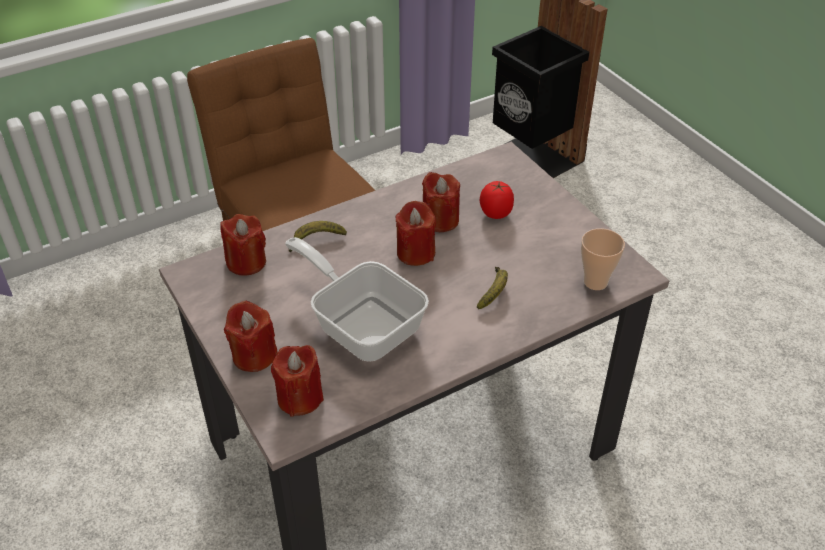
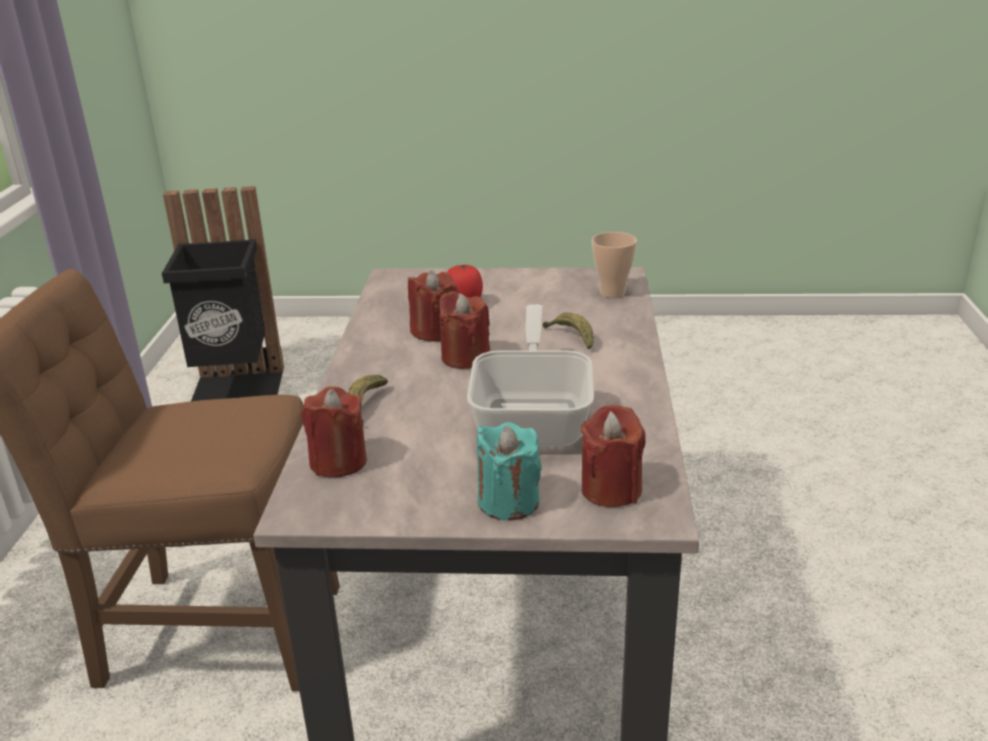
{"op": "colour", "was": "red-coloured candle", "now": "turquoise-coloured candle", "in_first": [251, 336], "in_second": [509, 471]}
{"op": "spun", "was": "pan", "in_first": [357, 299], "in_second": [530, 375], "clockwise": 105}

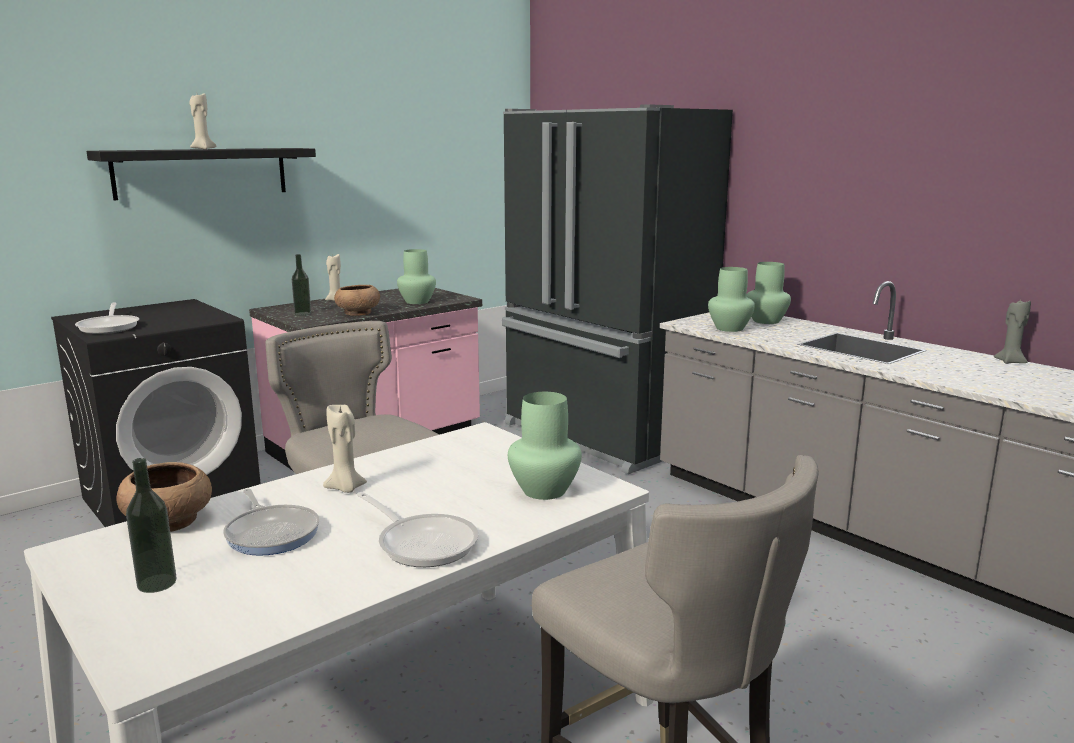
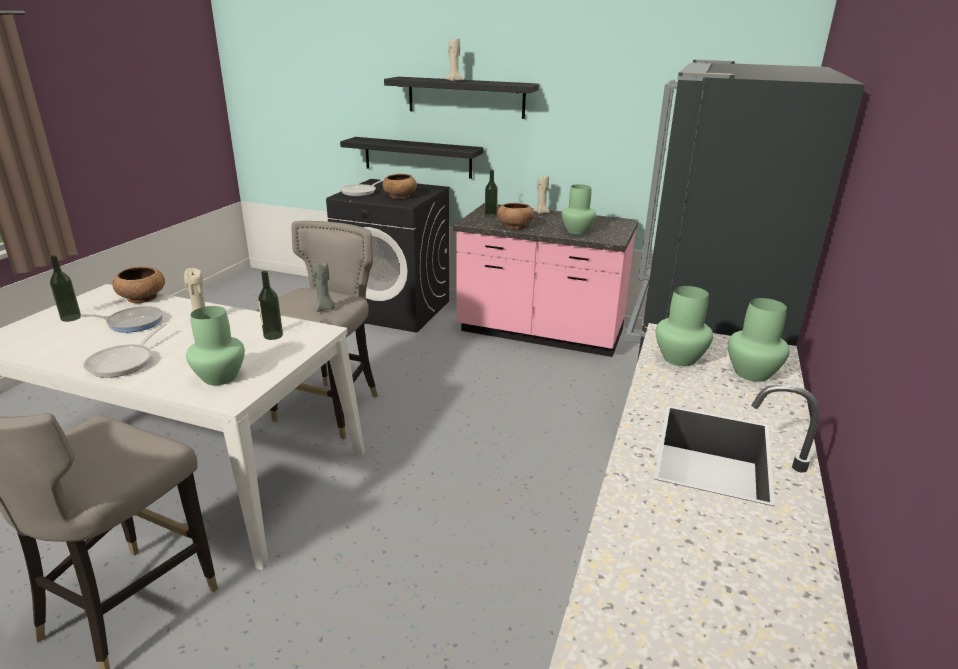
{"op": "spun", "was": "pan", "in_first": [271, 522], "in_second": [121, 319], "clockwise": -120}
{"op": "relocated", "was": "grey candle", "in_first": [1012, 332], "in_second": [323, 286]}
{"op": "appeared", "now": "beverage bottle", "in_second": [270, 305]}
{"op": "appeared", "now": "black-coloured bracket shelf", "in_second": [411, 158]}
{"op": "appeared", "now": "brown serving bowl", "in_second": [399, 186]}

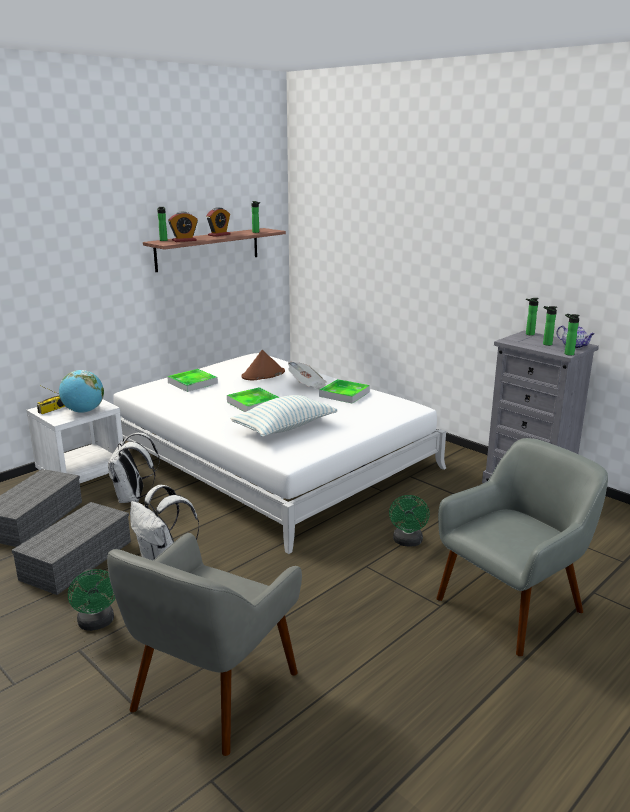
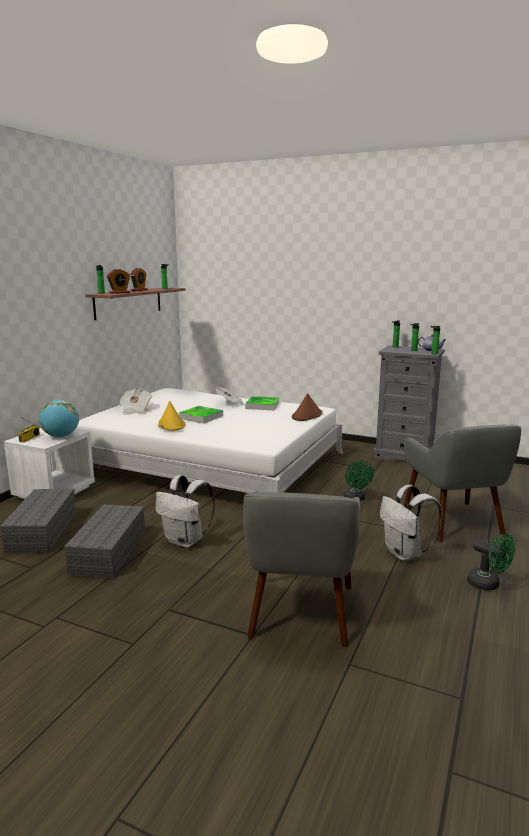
{"op": "relocated", "was": "greenish fan", "in_first": [92, 600], "in_second": [491, 562]}
{"op": "relocated", "was": "white-coloured rucksack", "in_first": [134, 468], "in_second": [411, 523]}
{"op": "exchanged", "was": "tray", "now": "newspaper", "in_first": [192, 380], "in_second": [135, 401]}
{"op": "missing", "was": "throw pillow", "in_first": [283, 416]}
{"op": "relocated", "was": "brown clothing hat", "in_first": [263, 365], "in_second": [307, 407]}
{"op": "spun", "was": "grey lounge chair", "in_first": [522, 547], "in_second": [462, 483], "clockwise": 135}
{"op": "appeared", "now": "yellow-coloured clothing hat", "in_second": [171, 416]}

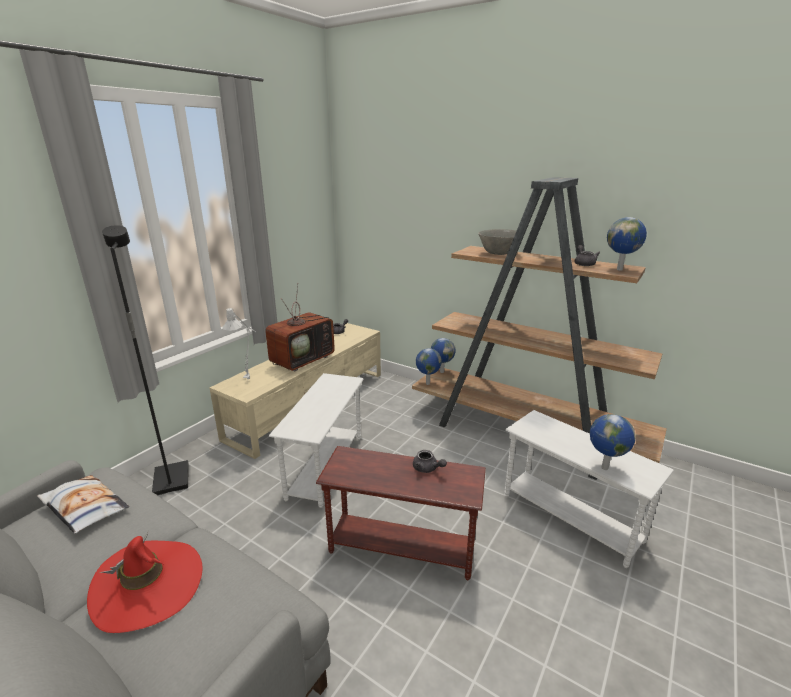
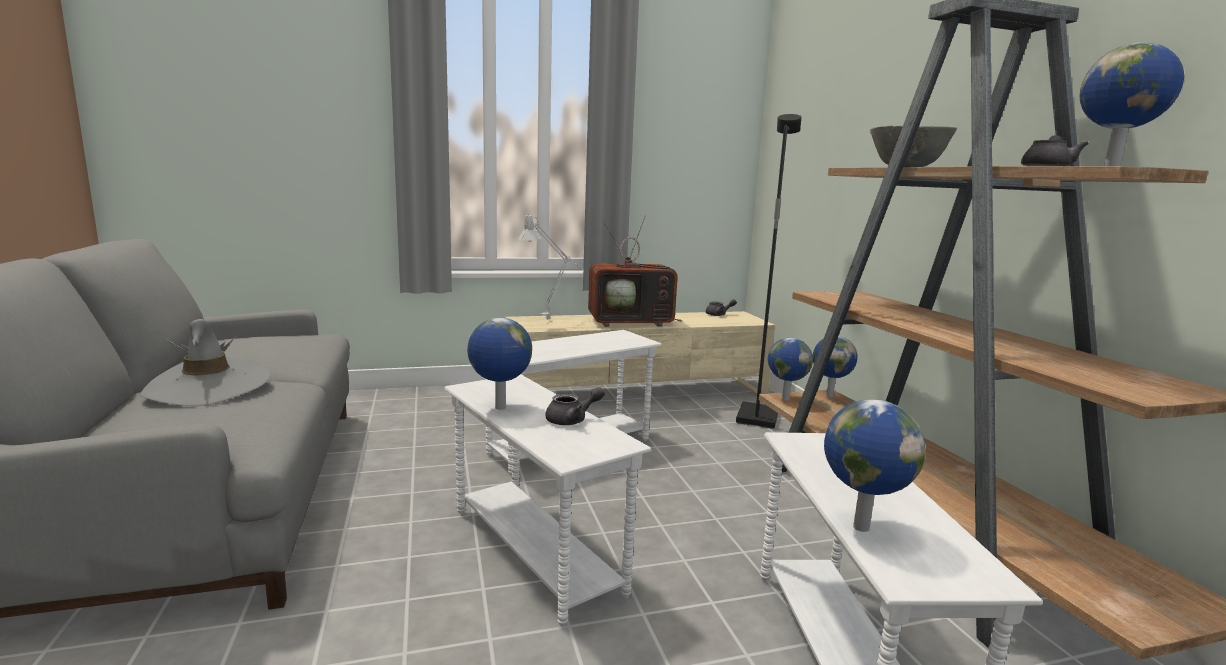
{"op": "missing", "was": "throw pillow", "in_first": [83, 504]}
{"op": "colour", "was": "red-coloured clothing hat", "now": "grey clothing hat", "in_first": [145, 581], "in_second": [205, 362]}
{"op": "relocated", "was": "black-coloured standing lamp", "in_first": [145, 360], "in_second": [768, 271]}
{"op": "colour", "was": "brown accent table", "now": "white-coloured accent table", "in_first": [401, 513], "in_second": [547, 500]}
{"op": "spun", "was": "grey teapot", "in_first": [430, 461], "in_second": [575, 406], "clockwise": -105}
{"op": "appeared", "now": "desk globe", "in_second": [499, 364]}

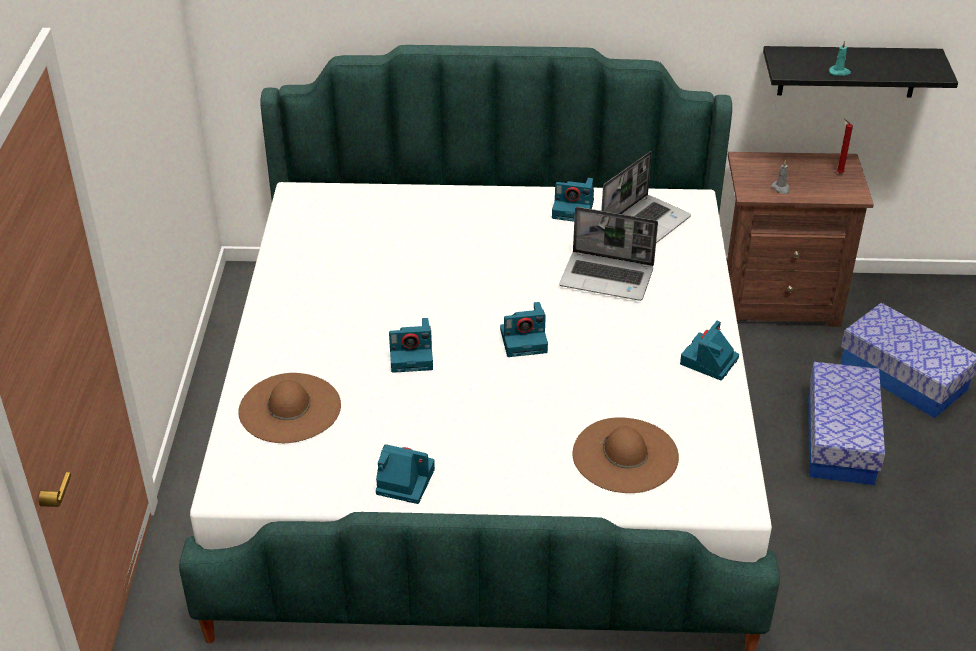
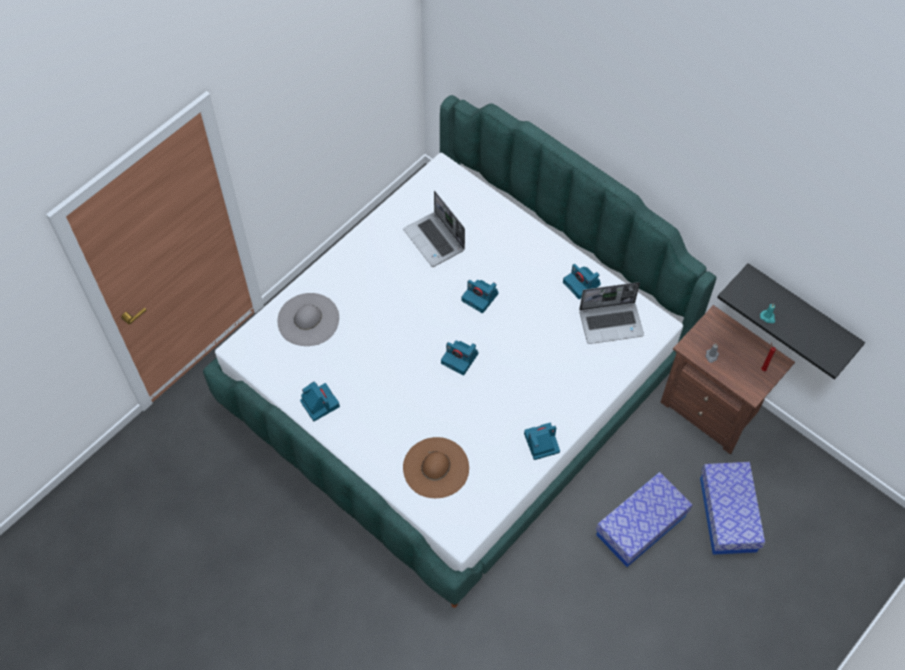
{"op": "colour", "was": "brown clothing hat", "now": "grey clothing hat", "in_first": [289, 408], "in_second": [308, 319]}
{"op": "relocated", "was": "photo camera", "in_first": [411, 345], "in_second": [480, 296]}
{"op": "relocated", "was": "notebook computer", "in_first": [608, 254], "in_second": [434, 229]}

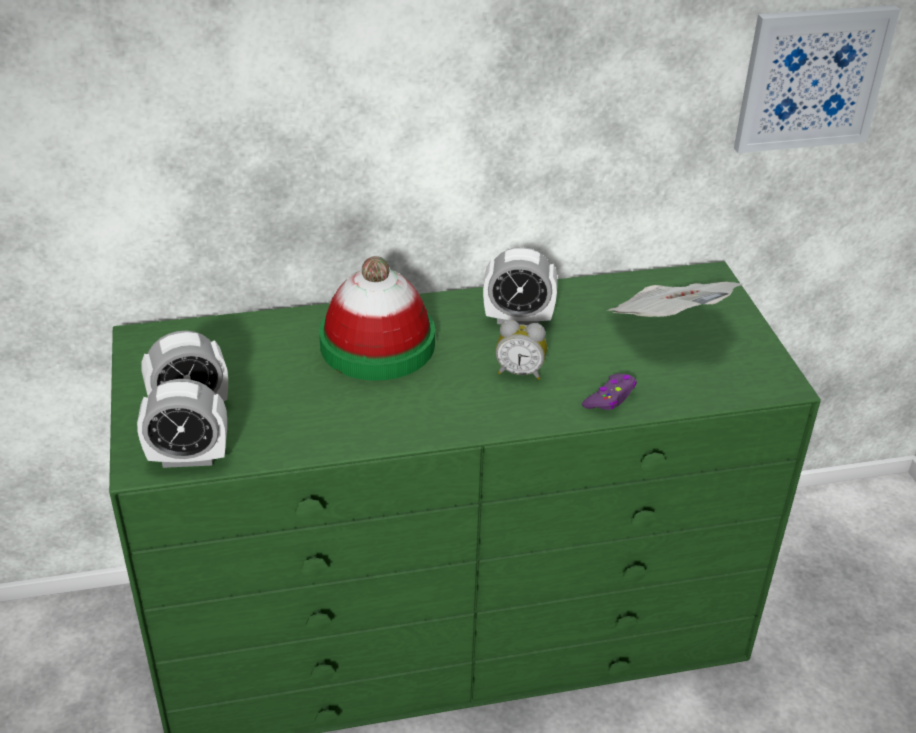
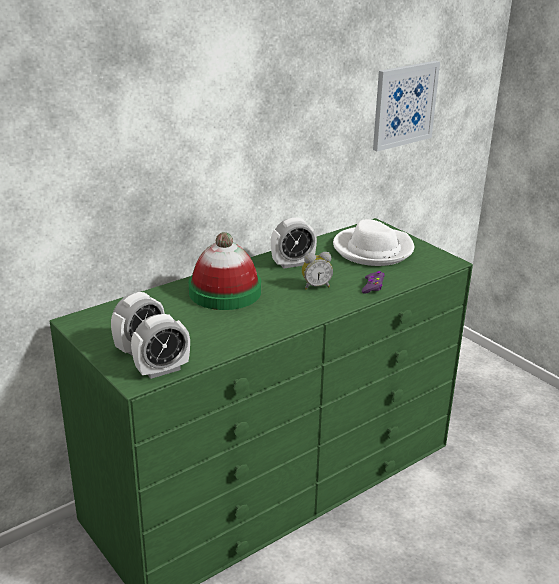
{"op": "exchanged", "was": "newspaper", "now": "white-coloured clothing hat", "in_first": [675, 299], "in_second": [373, 242]}

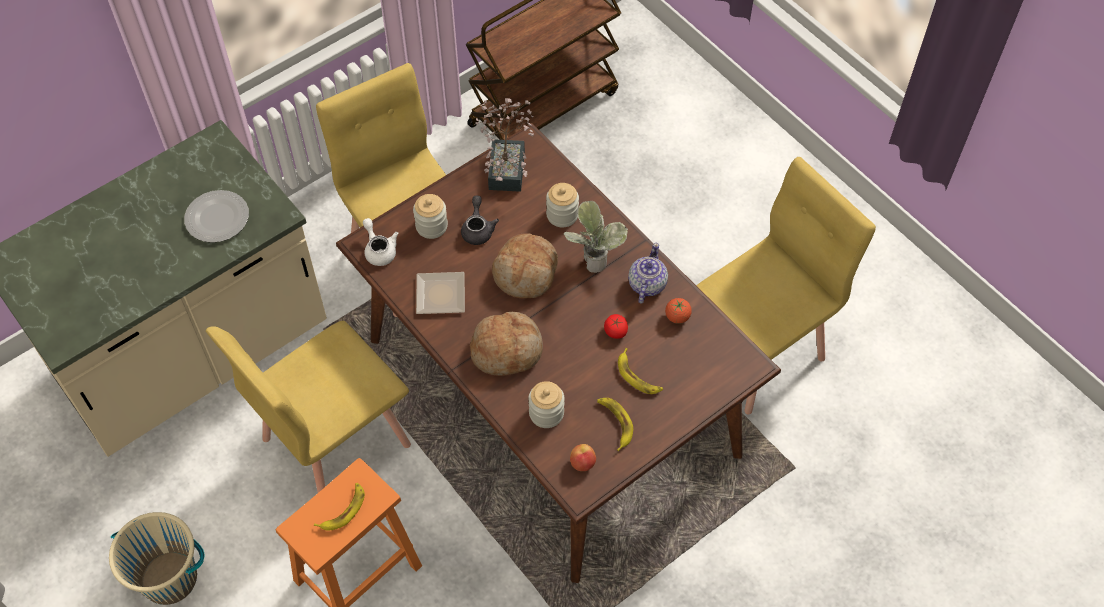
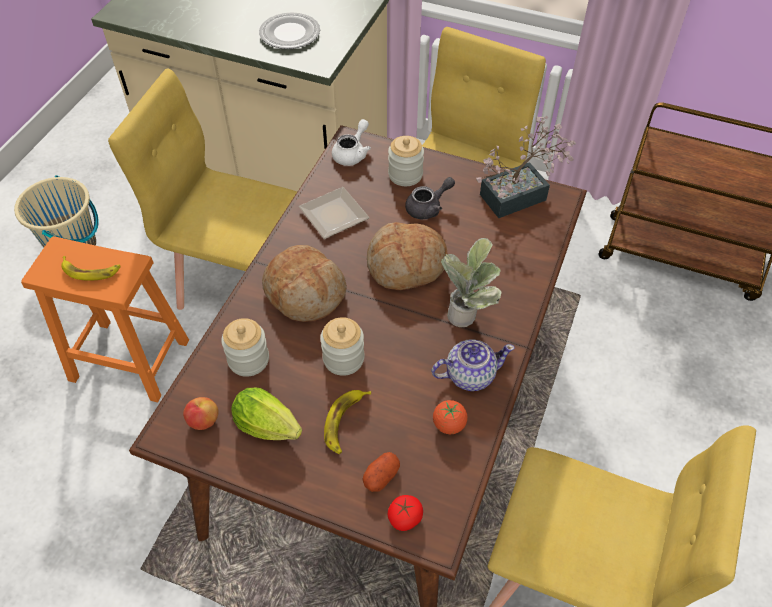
{"op": "relocated", "was": "storage jar", "in_first": [562, 205], "in_second": [342, 346]}
{"op": "exchanged", "was": "banana fruit", "now": "lettuce", "in_first": [615, 424], "in_second": [266, 414]}
{"op": "relocated", "was": "fresh tomato", "in_first": [616, 326], "in_second": [405, 513]}
{"op": "appeared", "now": "potato", "in_second": [381, 472]}

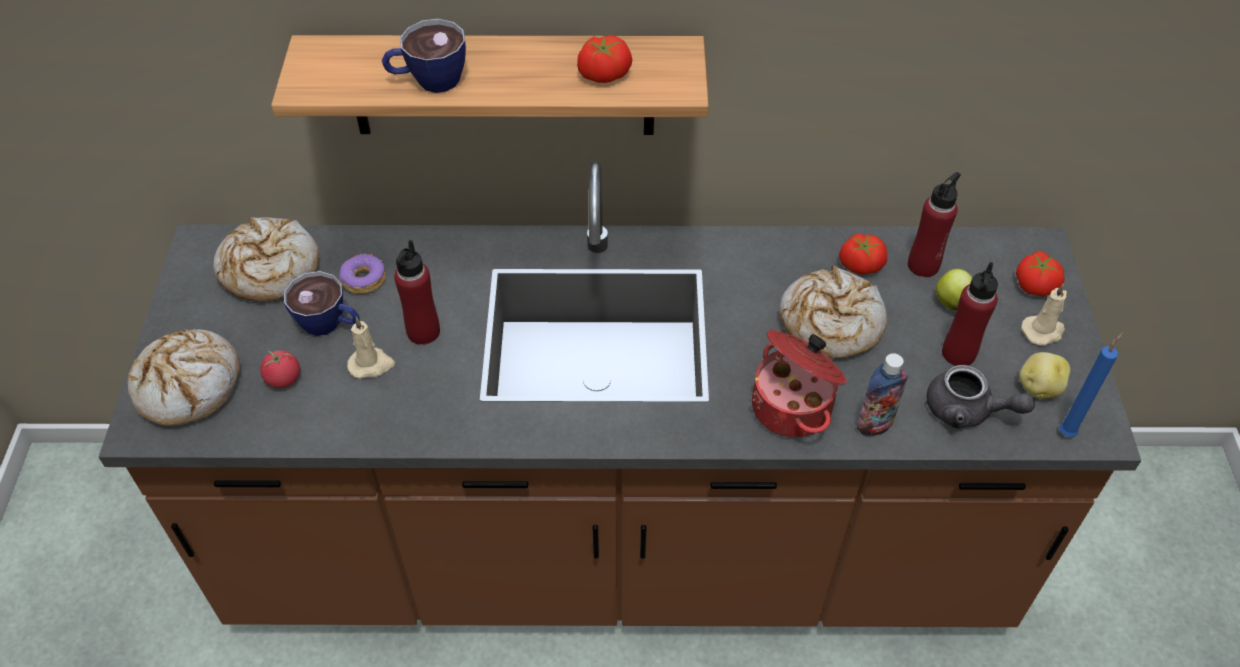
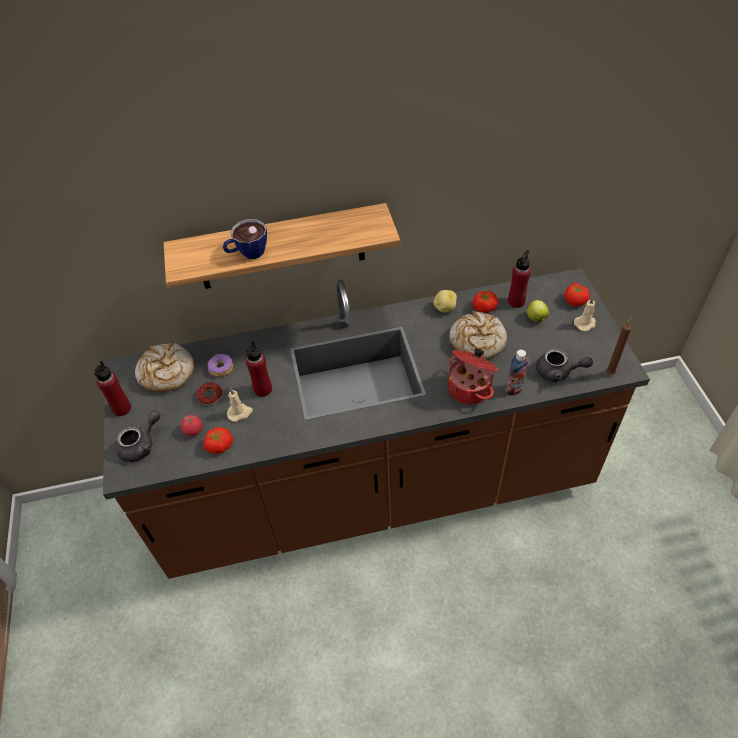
{"op": "exchanged", "was": "bread", "now": "grey teapot", "in_first": [183, 377], "in_second": [138, 436]}
{"op": "exchanged", "was": "cup", "now": "donut", "in_first": [321, 303], "in_second": [209, 393]}
{"op": "relocated", "was": "fresh tomato", "in_first": [604, 59], "in_second": [218, 440]}
{"op": "relocated", "was": "red-coloured beverage bottle", "in_first": [970, 314], "in_second": [112, 388]}
{"op": "relocated", "was": "potato", "in_first": [1045, 375], "in_second": [445, 301]}
{"op": "colour", "was": "bluish candle", "now": "brown candle", "in_first": [1091, 384], "in_second": [619, 345]}

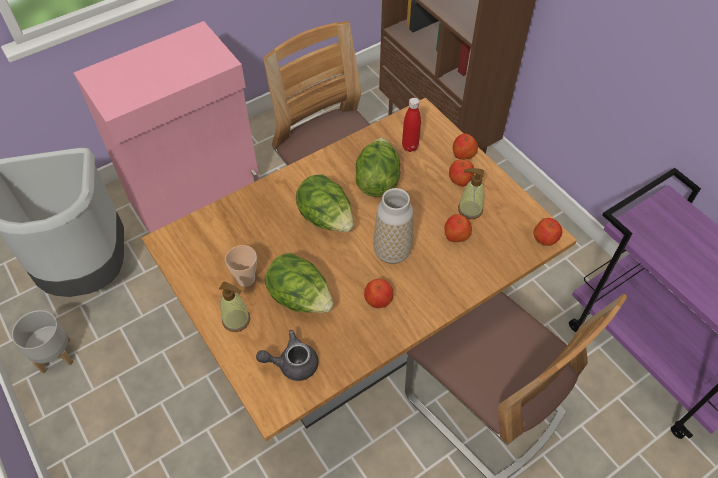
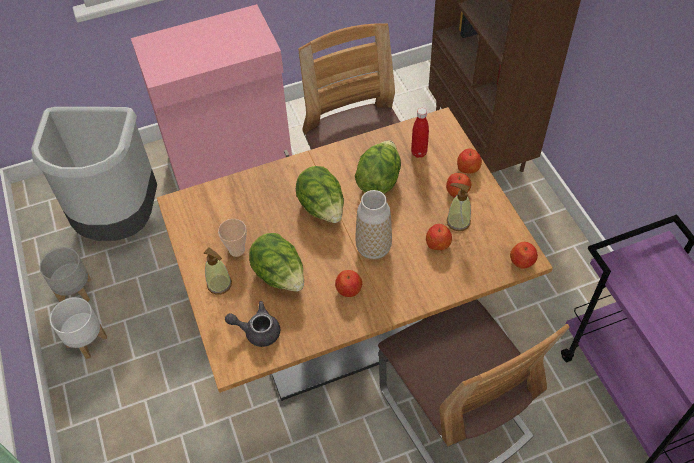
{"op": "appeared", "now": "white-coloured flower pot", "in_second": [78, 328]}

